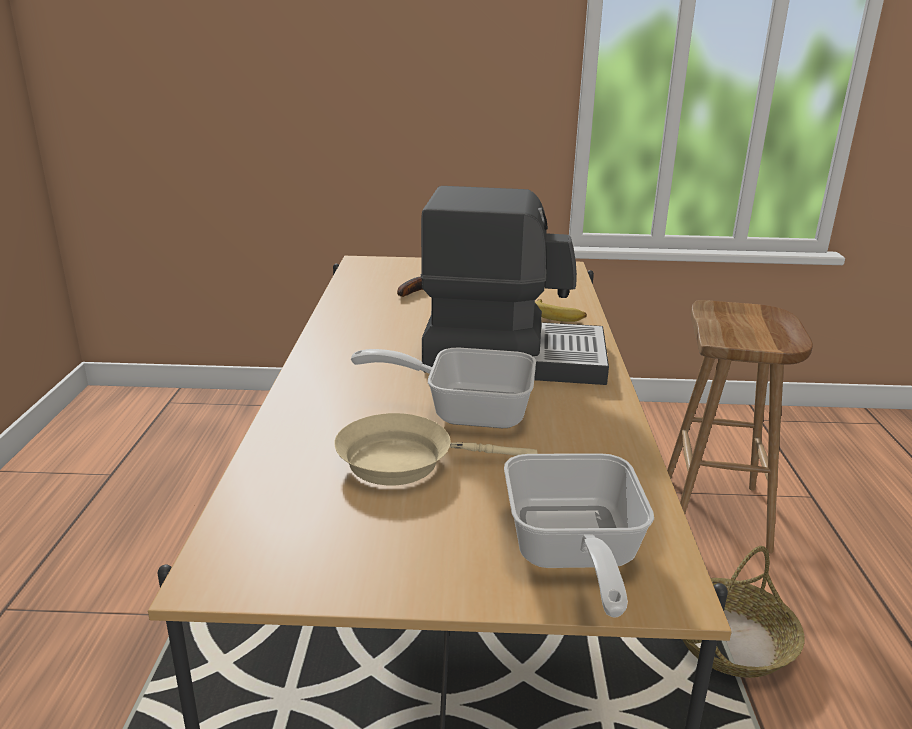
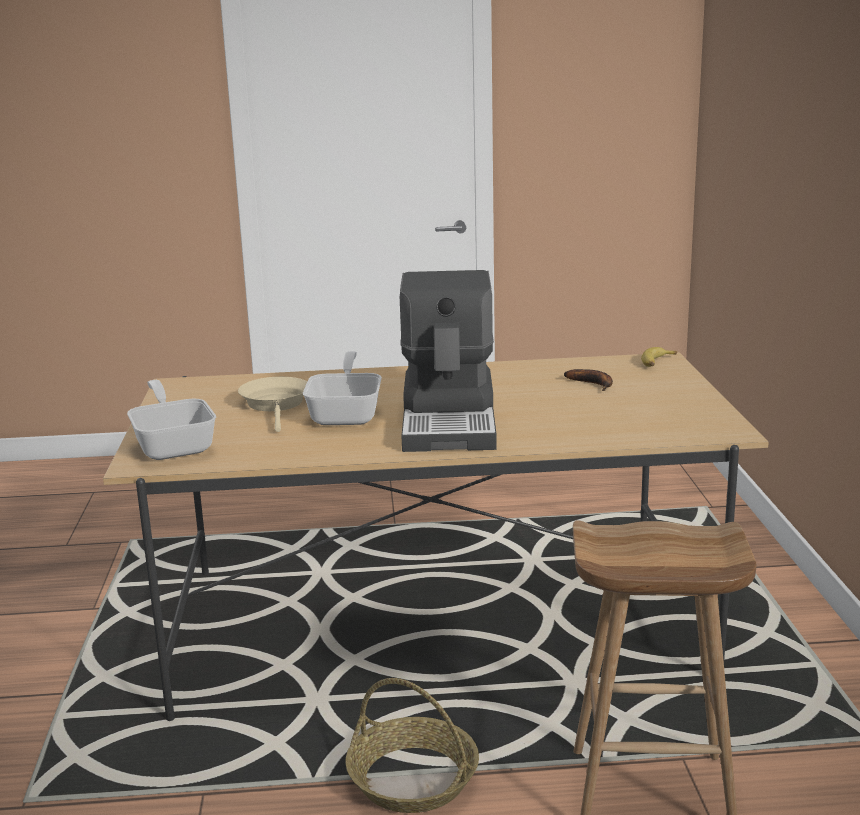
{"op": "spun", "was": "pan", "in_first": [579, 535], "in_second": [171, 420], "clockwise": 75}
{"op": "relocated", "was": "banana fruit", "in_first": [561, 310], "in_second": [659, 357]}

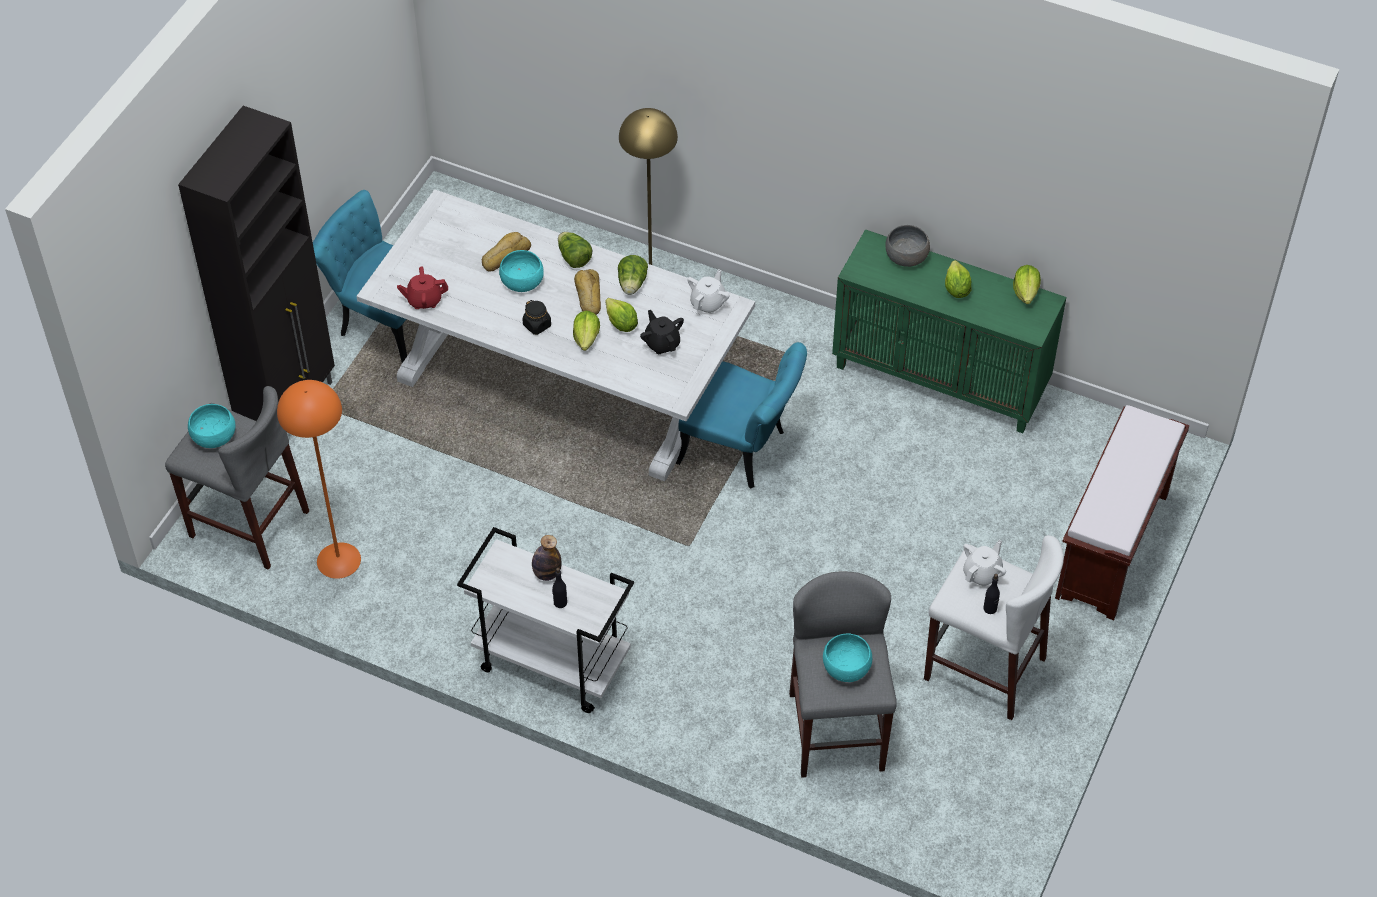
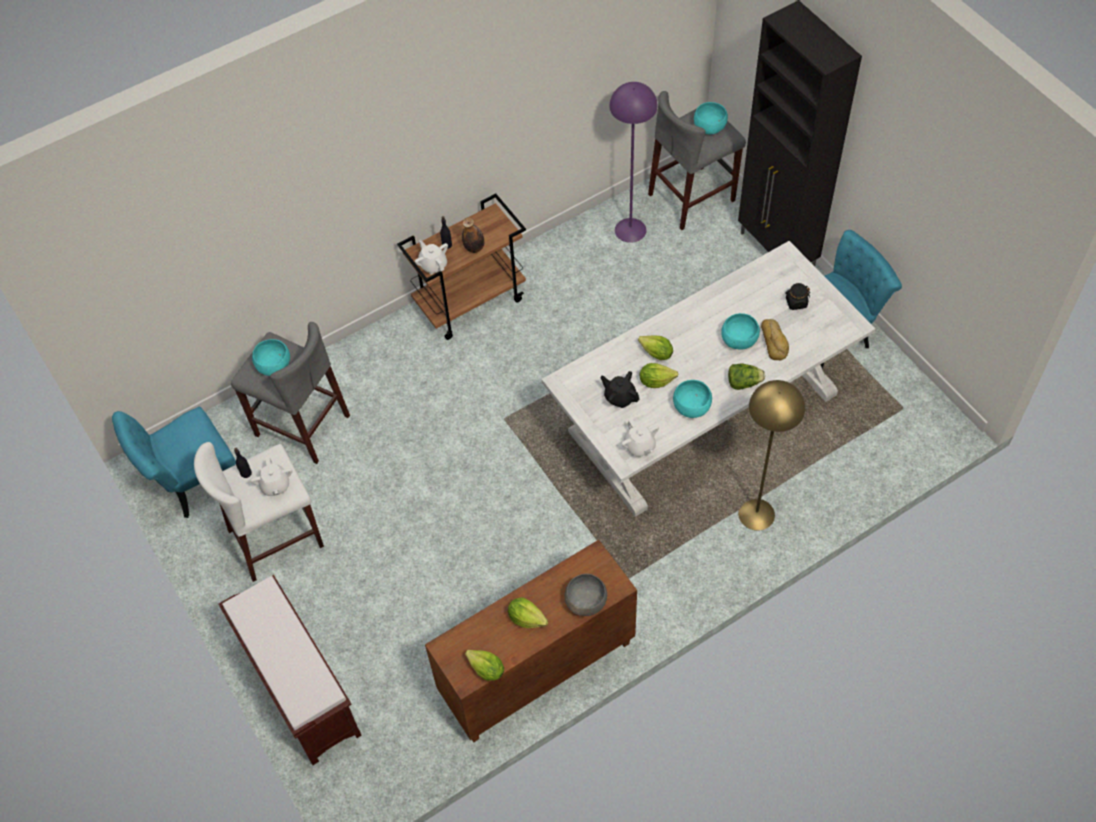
{"op": "colour", "was": "orangey standing lamp", "now": "purple standing lamp", "in_first": [319, 479], "in_second": [633, 162]}
{"op": "missing", "was": "red-coloured teapot", "in_first": [422, 287]}
{"op": "colour", "was": "white-coloured trolley", "now": "brown trolley", "in_first": [545, 620], "in_second": [461, 267]}
{"op": "relocated", "was": "black-coloured storage jar", "in_first": [537, 317], "in_second": [797, 296]}
{"op": "missing", "was": "bread", "in_first": [587, 292]}
{"op": "exchanged", "was": "lettuce", "now": "turquoise-coloured serving bowl", "in_first": [633, 275], "in_second": [692, 399]}
{"op": "spun", "was": "black-coloured teapot", "in_first": [662, 331], "in_second": [619, 389], "clockwise": -150}
{"op": "relocated", "was": "turquoise-coloured upright chair", "in_first": [741, 415], "in_second": [174, 462]}
{"op": "colour", "was": "greenish storage cabinet", "now": "brown storage cabinet", "in_first": [949, 331], "in_second": [531, 641]}
{"op": "appeared", "now": "white-coloured teapot", "in_second": [431, 257]}

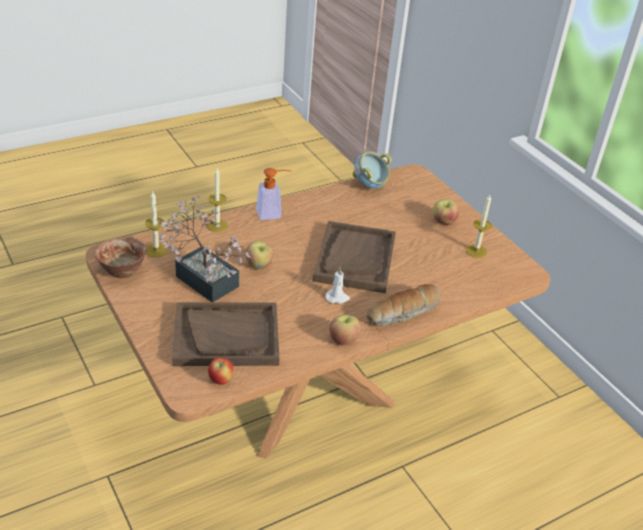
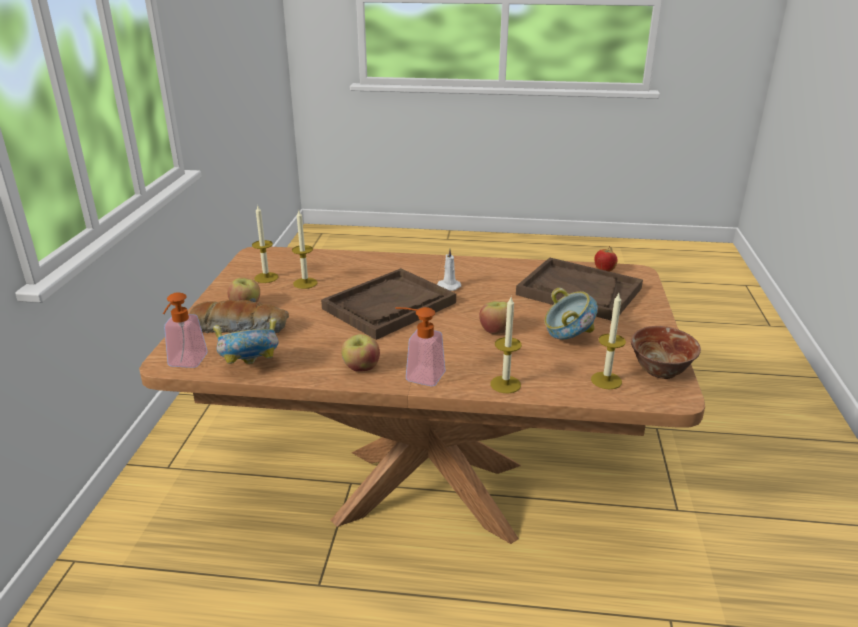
{"op": "exchanged", "was": "potted plant", "now": "serving bowl", "in_first": [203, 249], "in_second": [571, 314]}
{"op": "relocated", "was": "apple fruit", "in_first": [345, 330], "in_second": [360, 353]}
{"op": "relocated", "was": "bread", "in_first": [404, 305], "in_second": [239, 316]}
{"op": "appeared", "now": "soap bottle", "in_second": [185, 330]}
{"op": "appeared", "now": "candle", "in_second": [305, 250]}

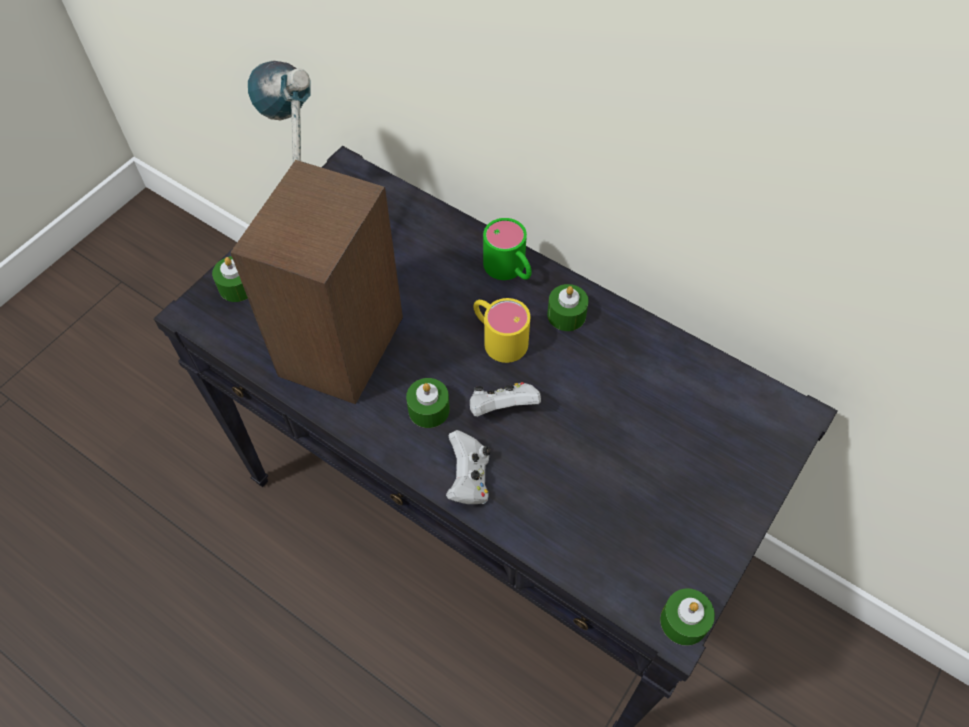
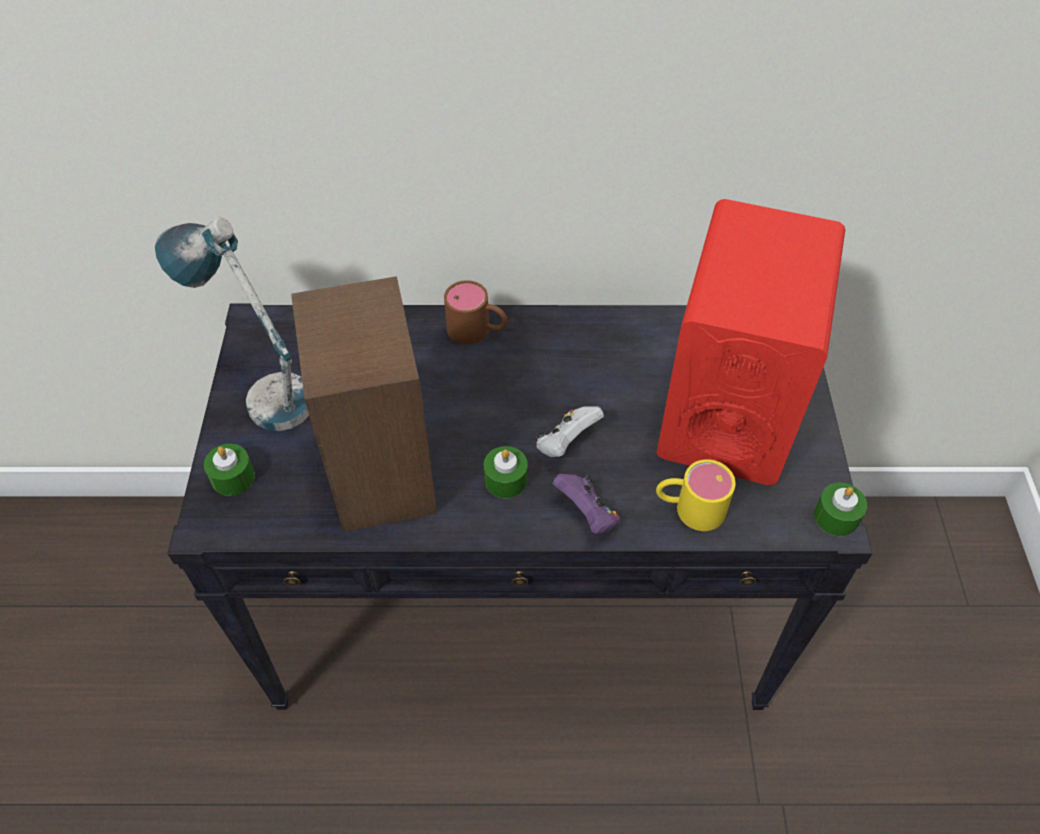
{"op": "colour", "was": "white-coloured joypad", "now": "purple joypad", "in_first": [468, 467], "in_second": [586, 504]}
{"op": "relocated", "was": "yellow-coloured coffee mug", "in_first": [501, 330], "in_second": [696, 495]}
{"op": "colour", "was": "greenish coffee mug", "now": "brown coffee mug", "in_first": [507, 249], "in_second": [476, 312]}
{"op": "missing", "was": "greenish candle", "in_first": [568, 307]}
{"op": "appeared", "now": "red-coloured loudspeaker", "in_second": [751, 342]}

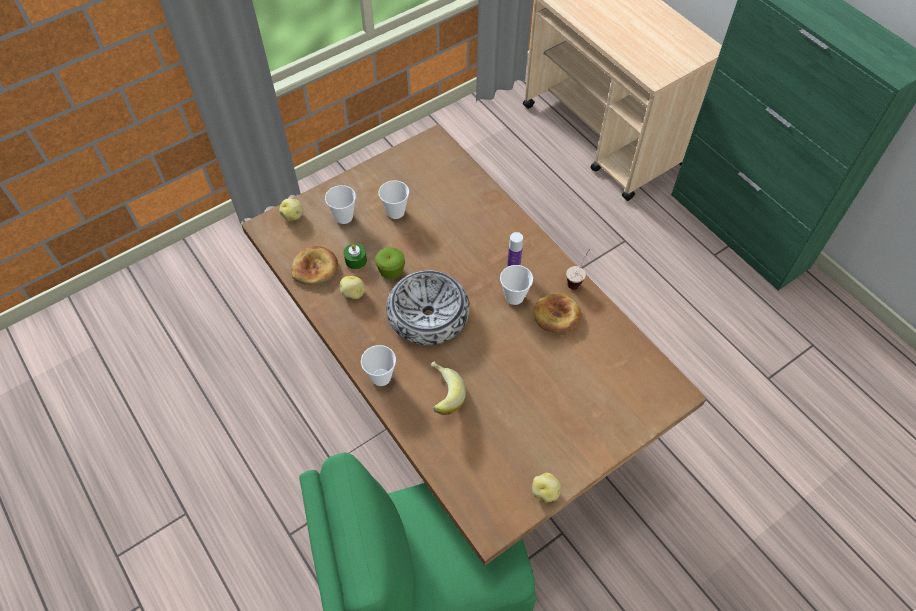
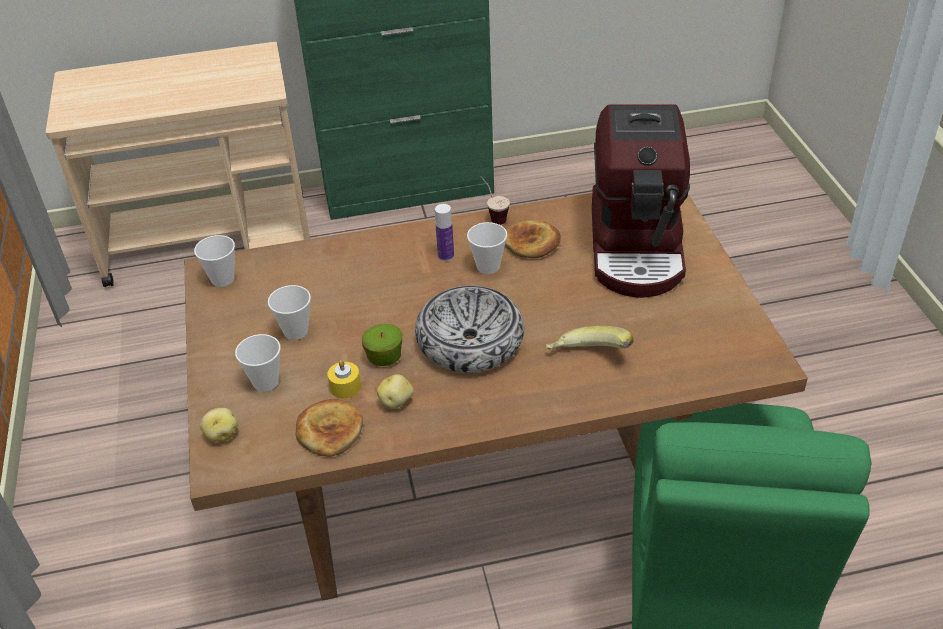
{"op": "colour", "was": "greenish candle", "now": "yellow-coloured candle", "in_first": [355, 256], "in_second": [344, 379]}
{"op": "relocated", "was": "cup", "in_first": [378, 365], "in_second": [214, 261]}
{"op": "missing", "was": "potato", "in_first": [546, 487]}
{"op": "appeared", "now": "coffee brewer", "in_second": [641, 201]}

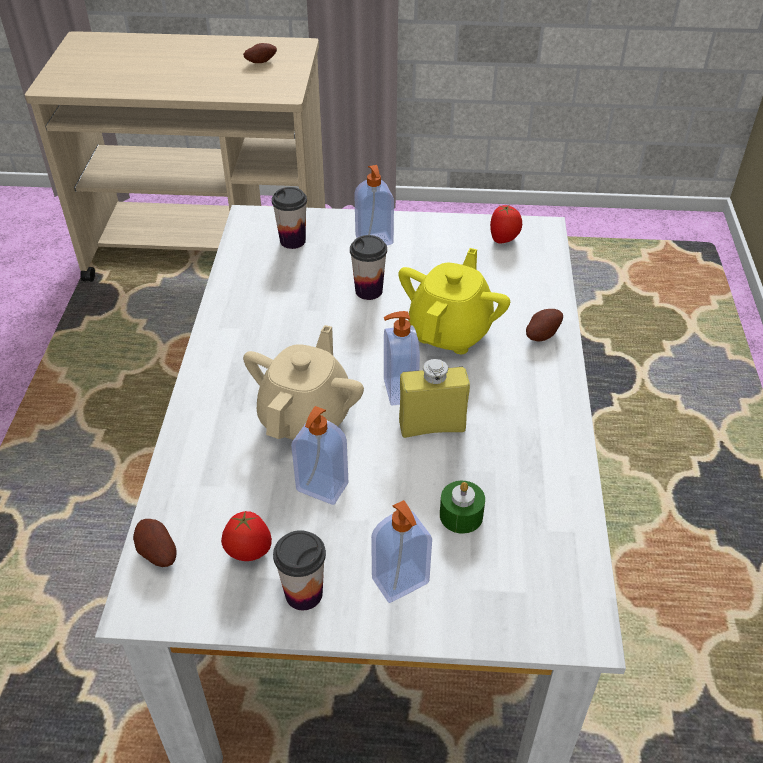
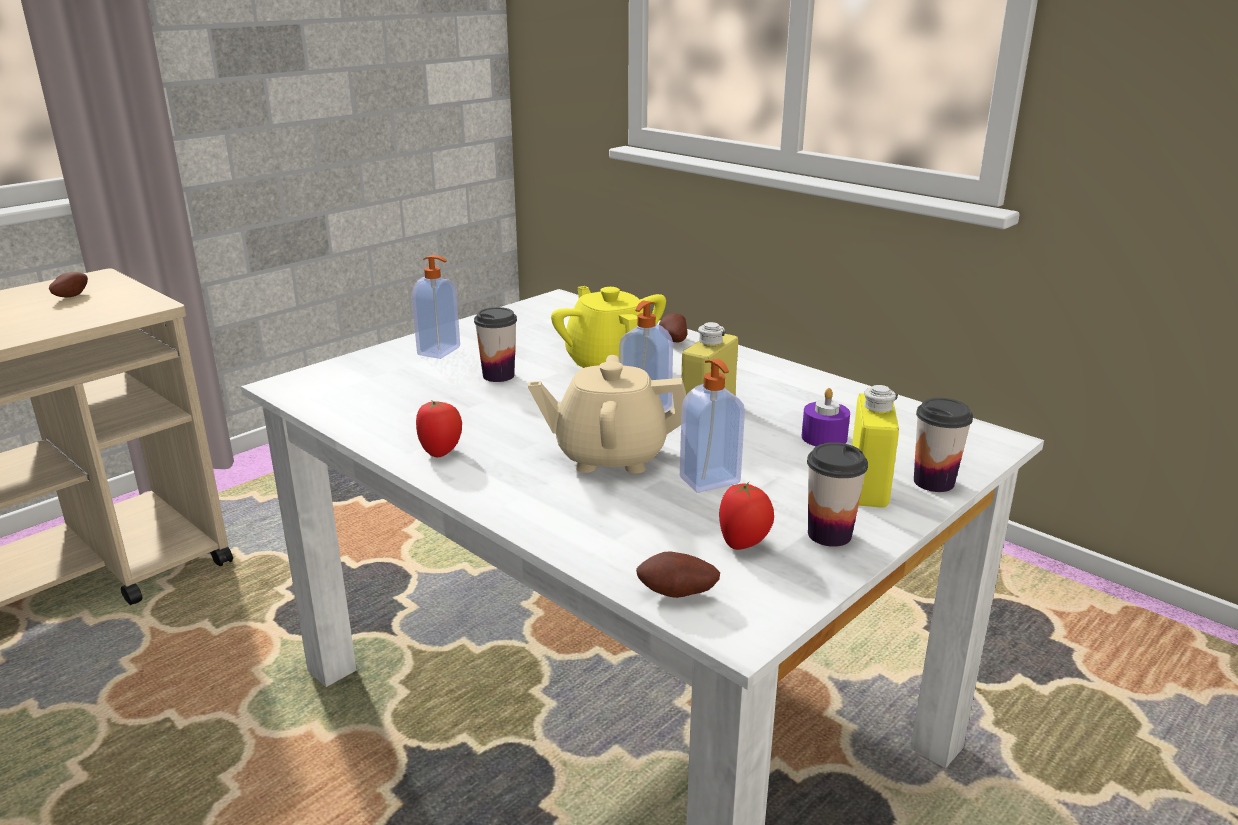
{"op": "spun", "was": "beige teapot", "in_first": [303, 382], "in_second": [607, 414], "clockwise": -60}
{"op": "relocated", "was": "cup", "in_first": [289, 218], "in_second": [943, 445]}
{"op": "exchanged", "was": "soap bottle", "now": "yellow-coloured beverage bottle", "in_first": [401, 551], "in_second": [875, 446]}
{"op": "colour", "was": "greenish candle", "now": "purple candle", "in_first": [462, 507], "in_second": [826, 417]}
{"op": "relocated", "was": "fresh tomato", "in_first": [506, 224], "in_second": [439, 428]}

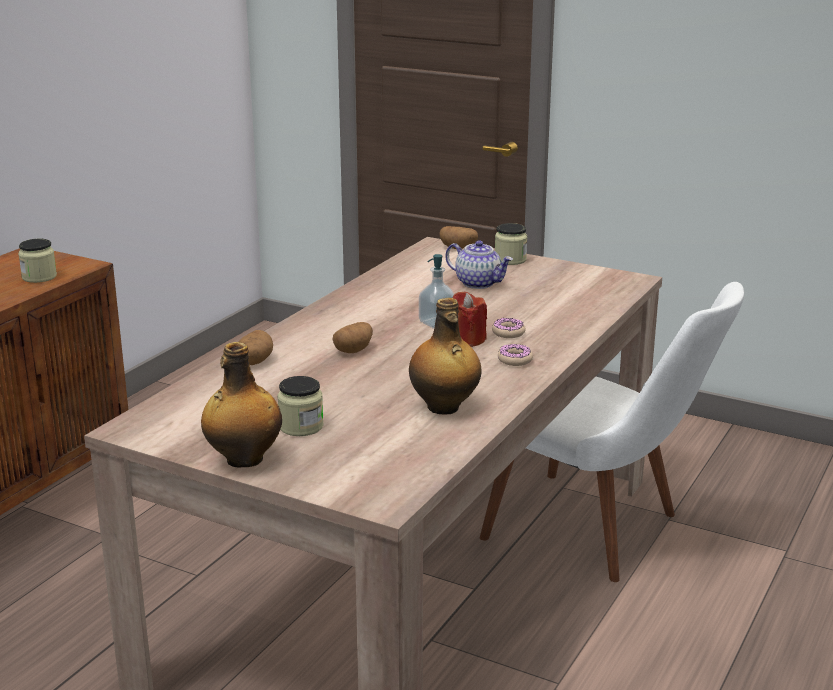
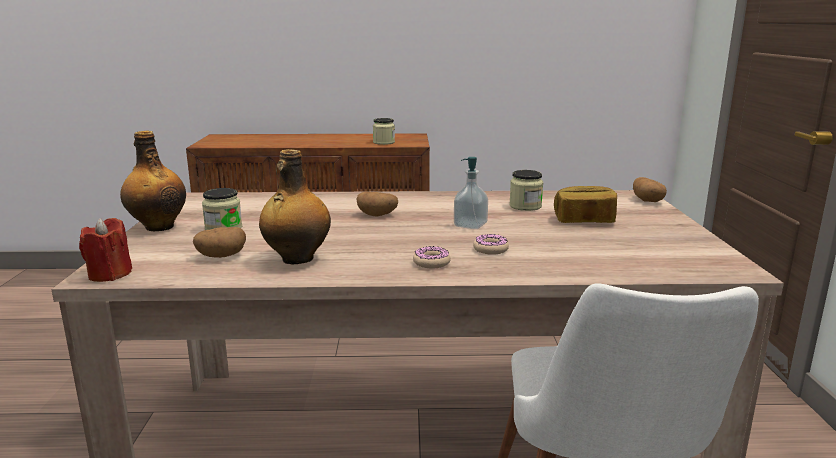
{"op": "relocated", "was": "potato", "in_first": [256, 347], "in_second": [219, 242]}
{"op": "exchanged", "was": "teapot", "now": "bread", "in_first": [479, 264], "in_second": [585, 204]}
{"op": "relocated", "was": "red-coloured candle", "in_first": [470, 319], "in_second": [105, 250]}
{"op": "relocated", "was": "storage jar", "in_first": [511, 244], "in_second": [526, 190]}

